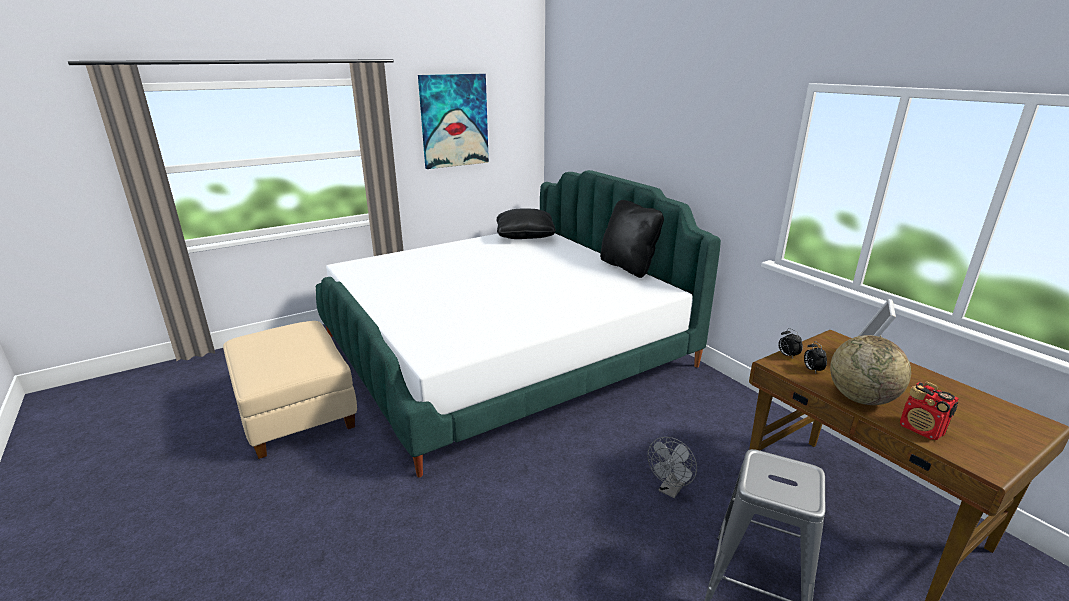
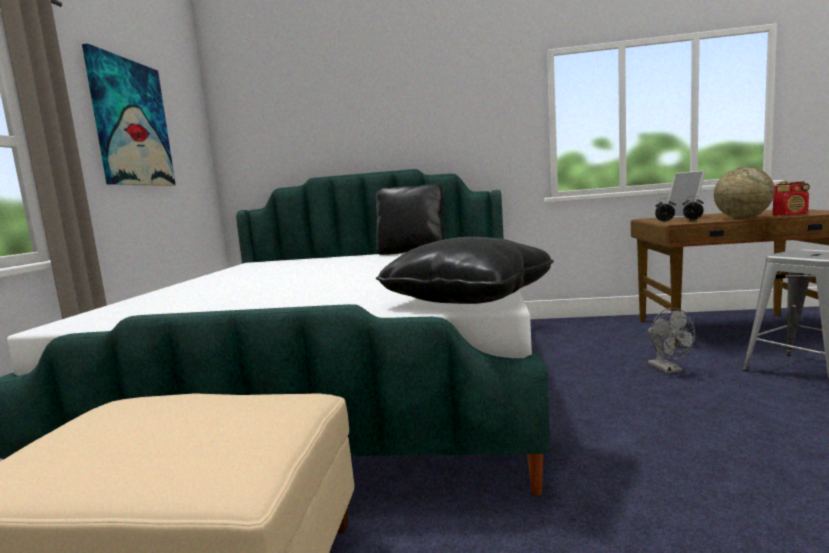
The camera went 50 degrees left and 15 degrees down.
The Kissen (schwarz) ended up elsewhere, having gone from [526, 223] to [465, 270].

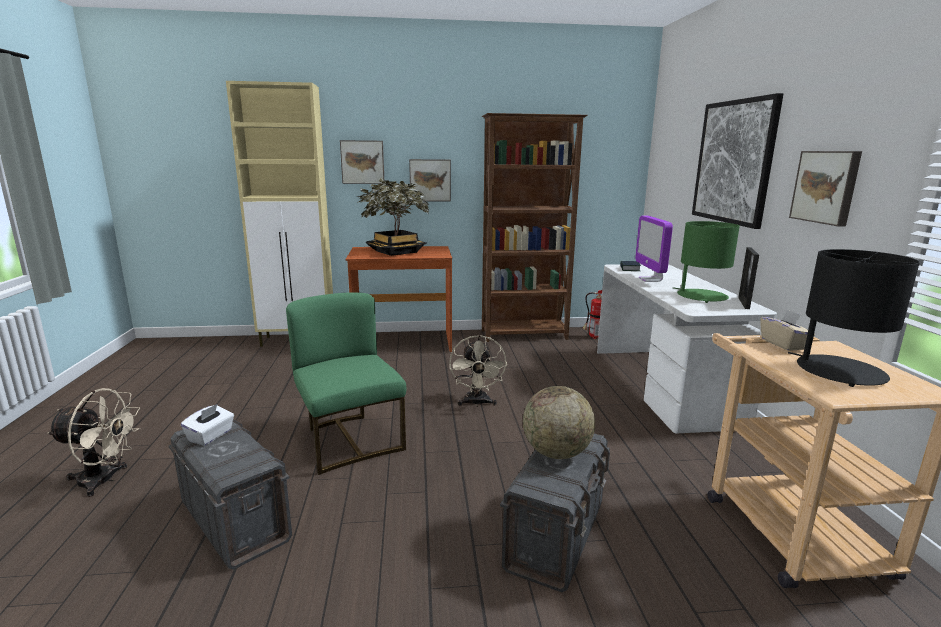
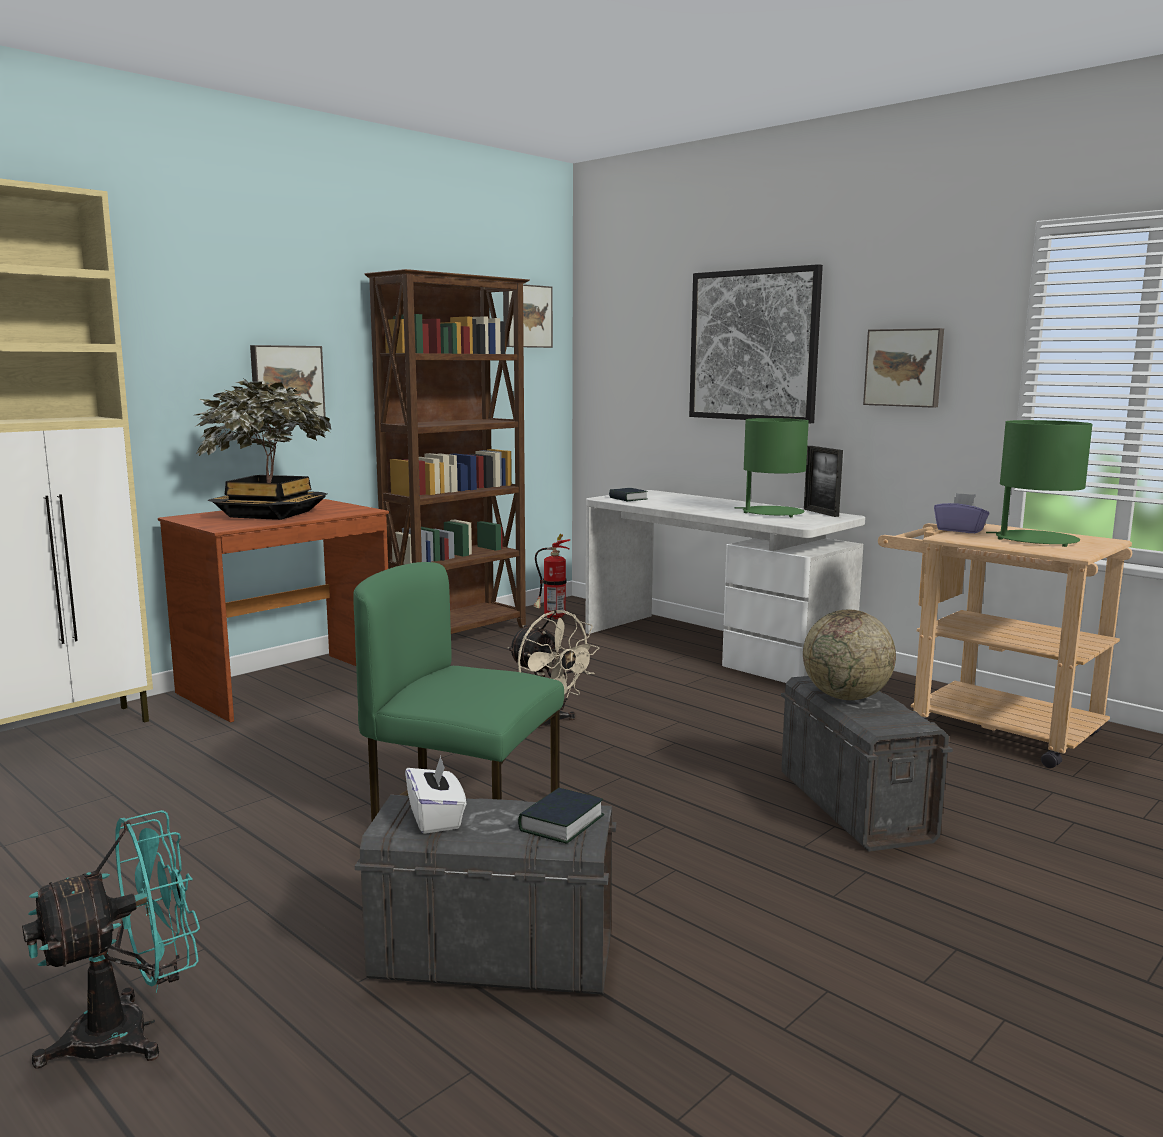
The camera went 40 degrees left and 5 degrees down.
What was the Ventilator (beige) at [93, 442] turned into the Ventilator (türkis) at [111, 939].
The Bild ended up elsewhere, having gone from [362, 162] to [528, 316].
The second view gained the Buch at [561, 815].
What was the Taschentuchbox (beige) at [787, 330] turned into the Taschentuchbox (lila) at [961, 513].
What was the Tischlampe (schwarz) at [854, 318] turned into the Tischlampe (grün) at [1039, 483].
The second view lost the Monitor at [654, 249].

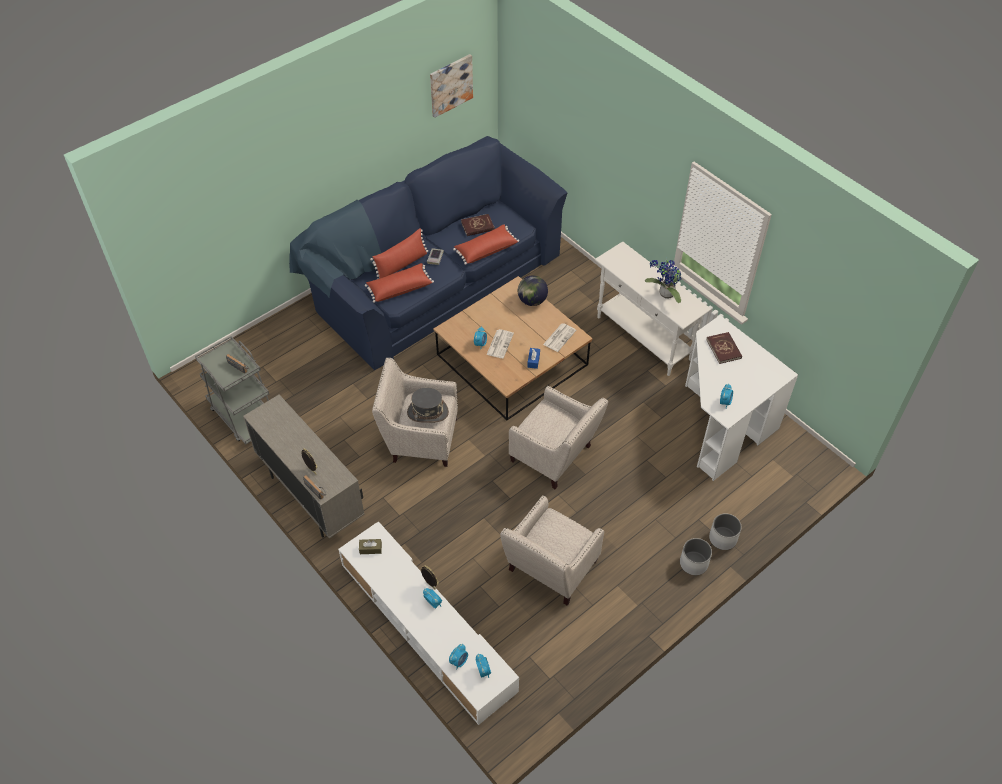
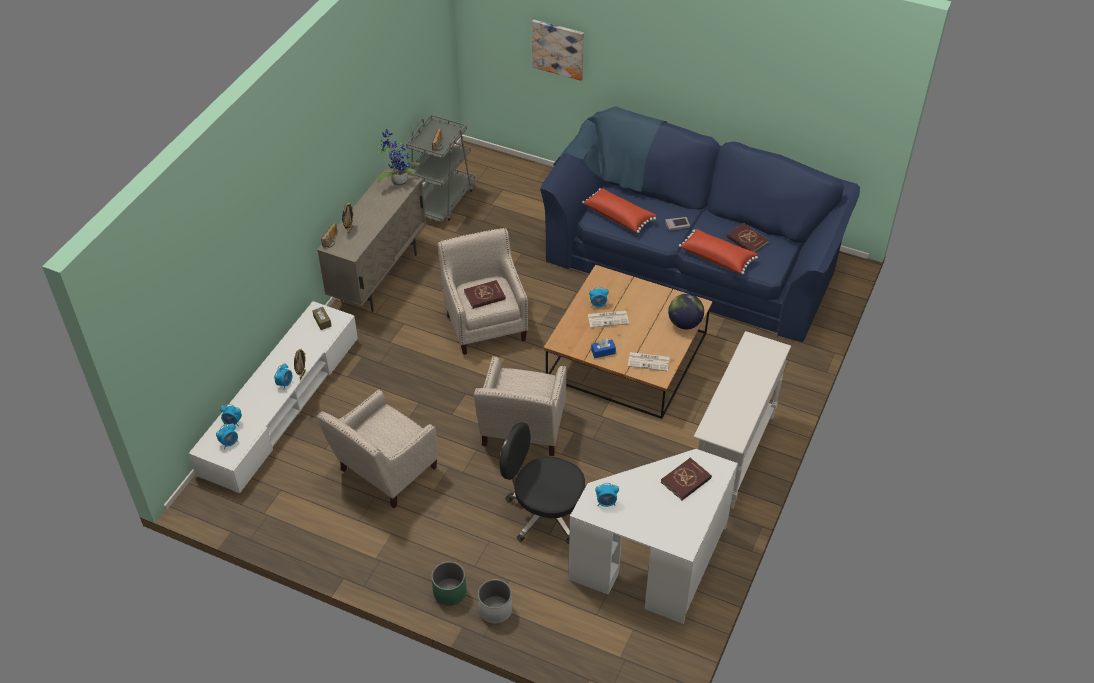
The camera went 65 degrees right and 5 degrees down.
The Sessel (beige) at [552, 550] ended up facing another way, 60 degrees counterclockwise from before.
The Topfpflanze ended up elsewhere, having gone from [663, 280] to [399, 157].
What was the Pflanzkübel (weiß) at [696, 556] turned into the Pflanzkübel (grün) at [449, 584].
Where the Hut (grau) stood at [428, 405], the Buch (rot) came to stand at [485, 294].
The second view gained the Bürostuhl (schwarz) at [542, 483].
The Bild ended up elsewhere, having gone from [451, 86] to [558, 50].
The second view lost the Kissen (rot) at [399, 253].

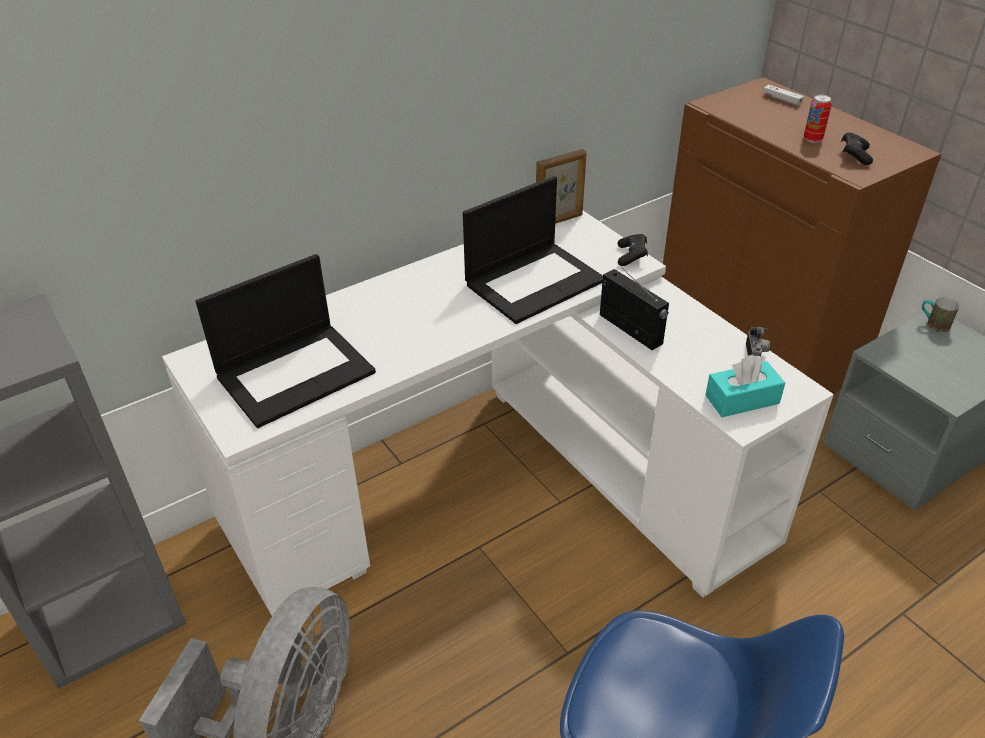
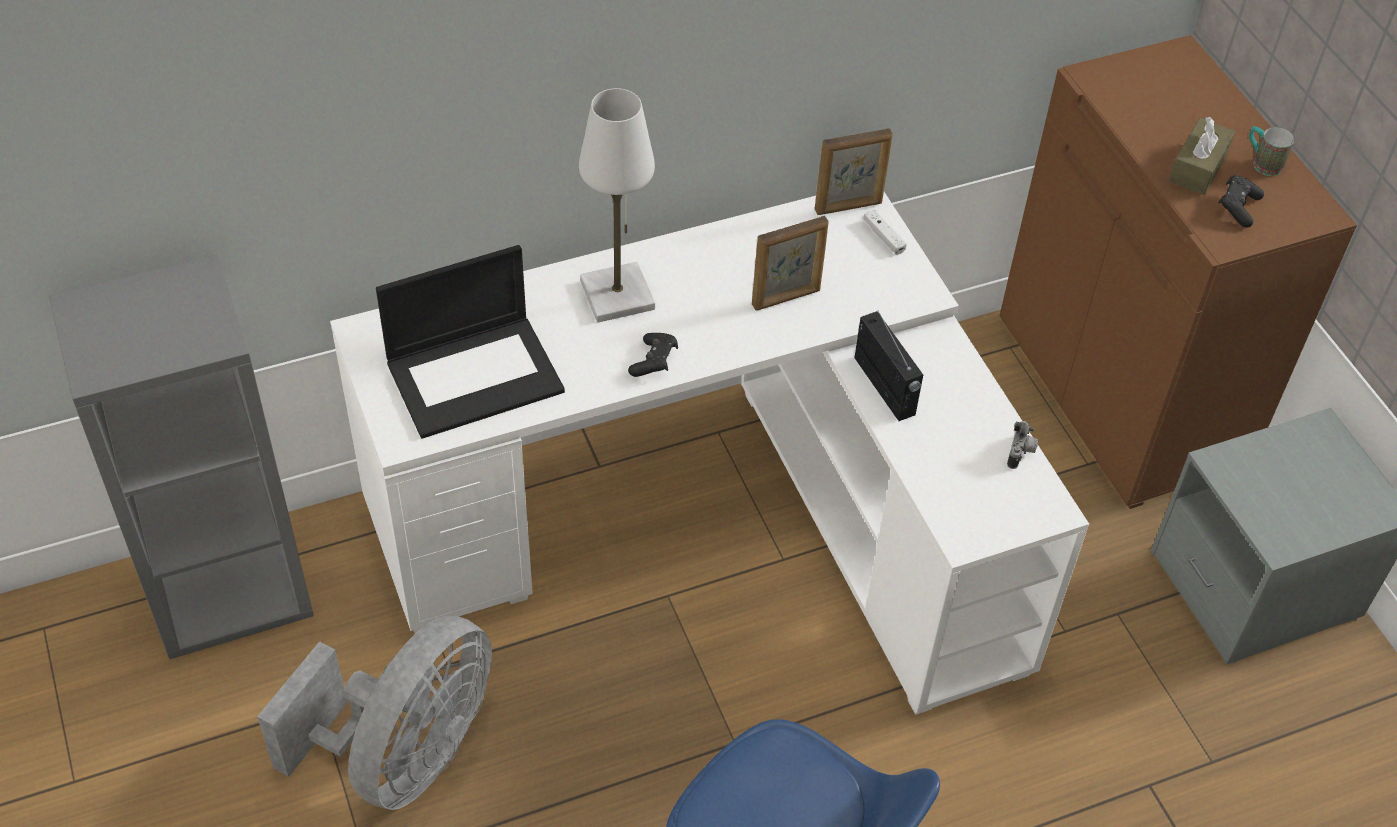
The camera went 10 degrees right and 10 degrees up.
The second view gained the Tischlampe (weiß) at [617, 205].
The Gamepad (schwarz) ended up elsewhere, having gone from [632, 250] to [653, 355].
Where the Laptop stood at [533, 250], the Bilderrahmen came to stand at [790, 263].
The Gamepad (weiß) ended up elsewhere, having gone from [783, 95] to [885, 232].
Where the Dose stood at [818, 118], the Taschentuchbox (braun) came to stand at [1202, 156].
The Henkelbecher ended up elsewhere, having gone from [940, 315] to [1271, 151].
The second view lost the Taschentuchbox (türkis) at [745, 386].

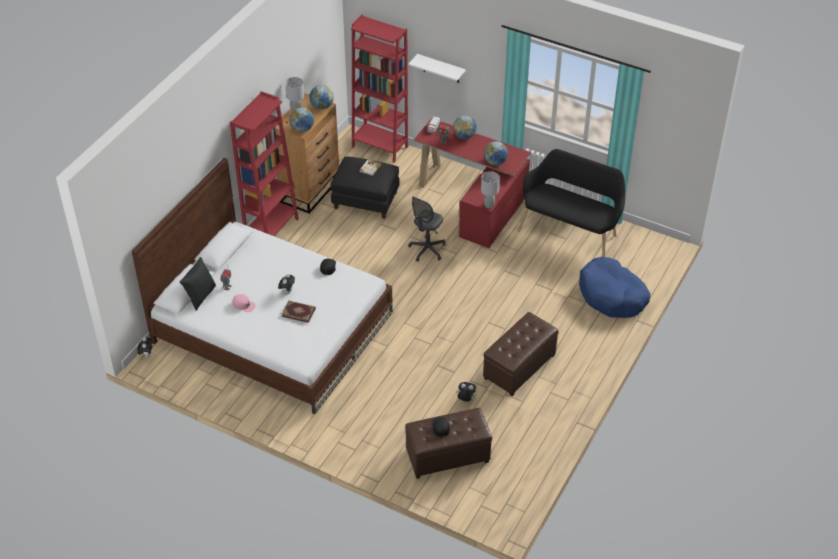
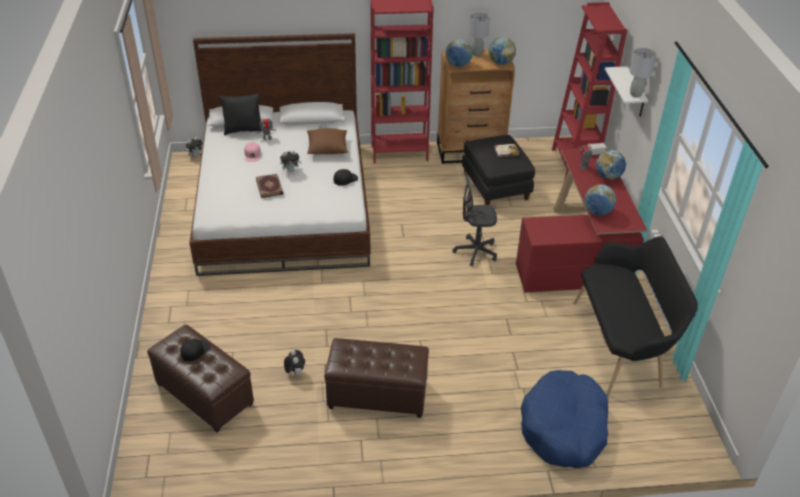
The camera went 55 degrees right and 5 degrees down.
The second view gained the Kissen (braun) at [328, 141].
The Tischlampe (grau) ended up elsewhere, having gone from [490, 190] to [643, 73].

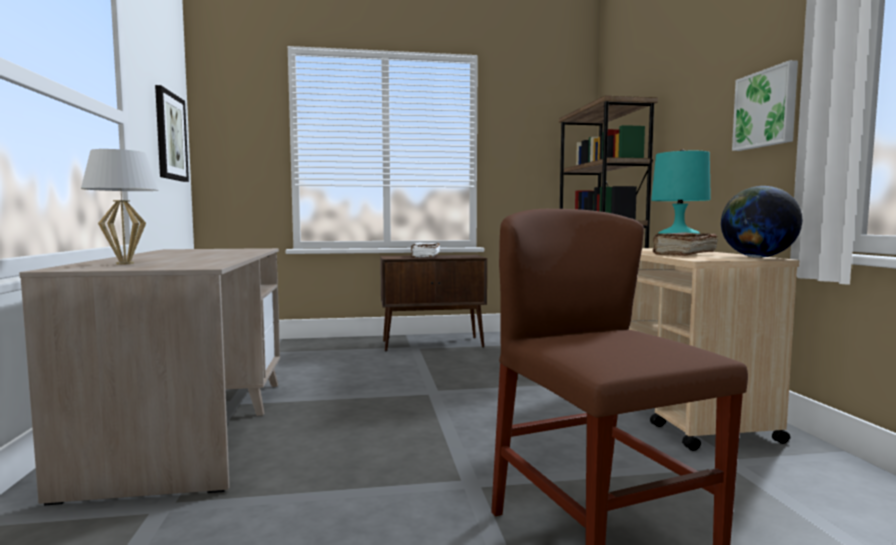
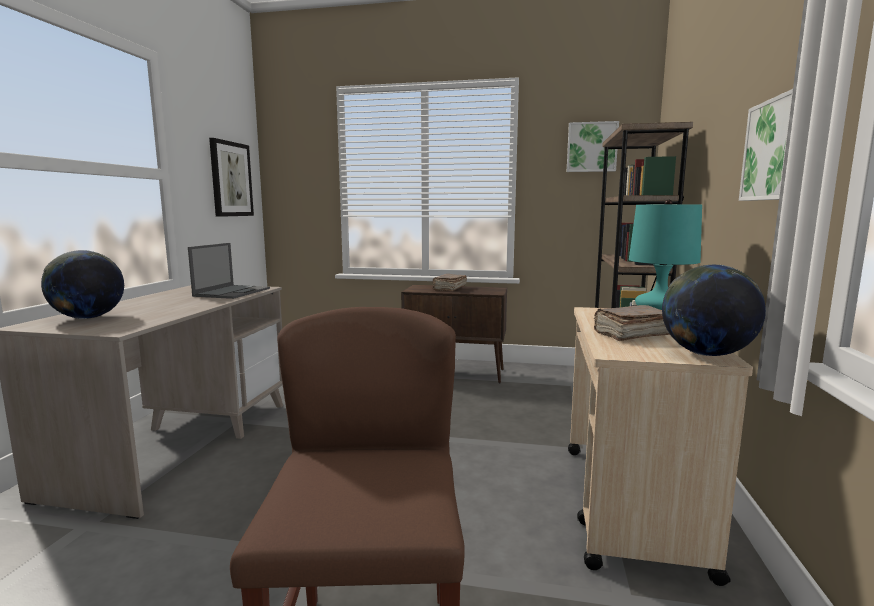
The camera went 20 degrees right and 5 degrees up.
Where the Tischlampe (weiß) stood at [120, 207], the Globus came to stand at [82, 284].
The second view gained the Laptop at [229, 271].
What was the Buch (weiß) at [425, 250] turned into the Buch (braun) at [449, 282].
The second view gained the Bild at [593, 146].

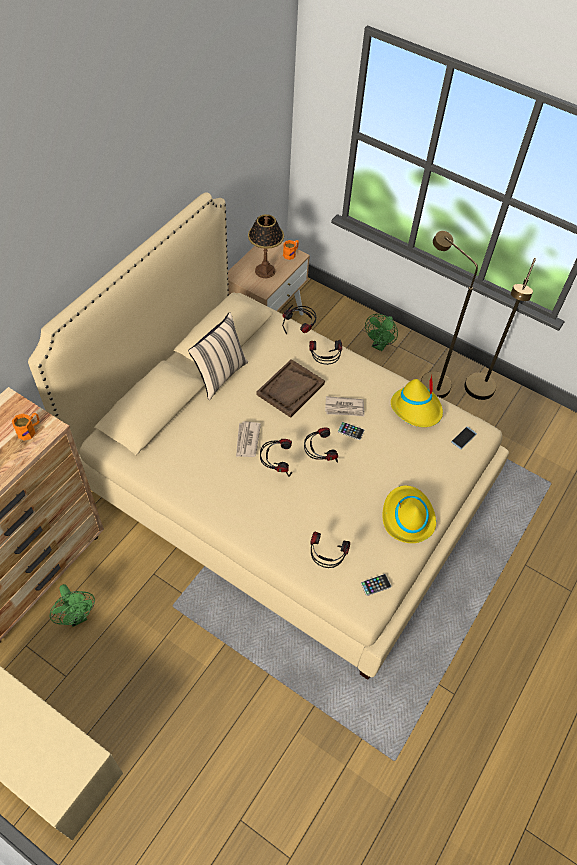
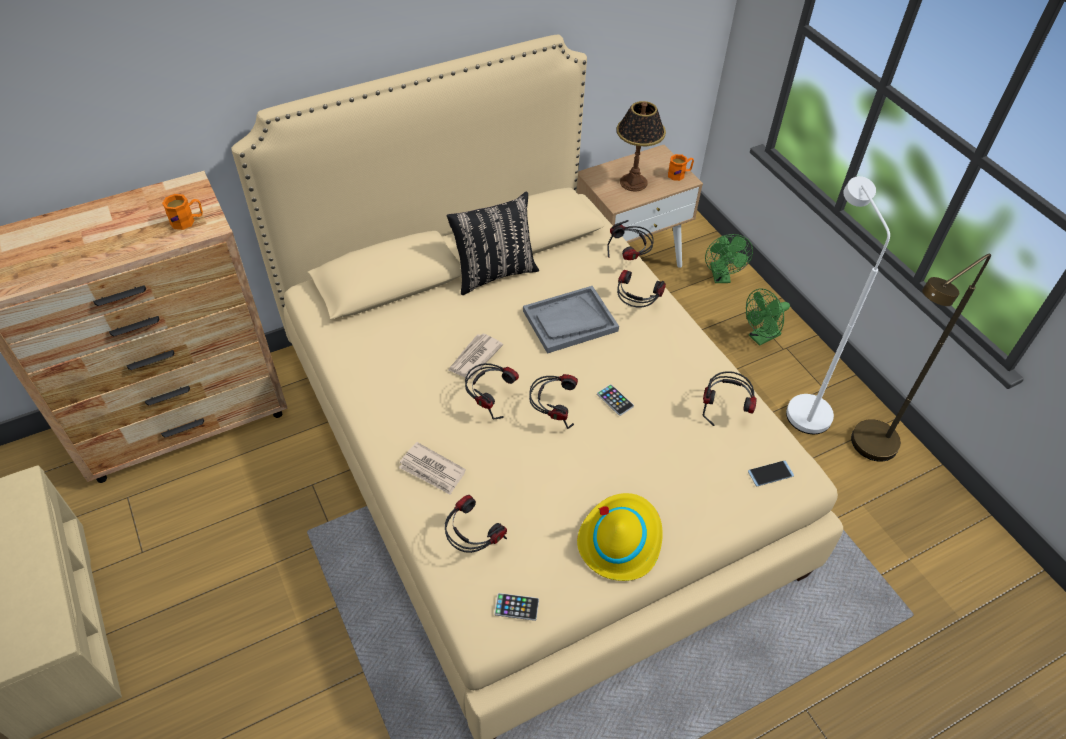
The camera went 30 degrees right and 5 degrees down.
The Zeitung ended up elsewhere, having gone from [344, 406] to [432, 468].
What was the Kissen (beige) at [218, 356] turned into the Kissen (schwarz) at [493, 243].
What was the Tablett (braun) at [290, 388] turned into the Tablett (grau) at [571, 320].
Where the Hut (gelb) stood at [417, 400], the Kopfhörer came to stand at [730, 398].
The Ventilator (grün) ended up elsewhere, having gone from [72, 605] to [729, 258].
What was the Stehlampe (braun) at [449, 314] turned into the Stehlampe (weiß) at [838, 305].

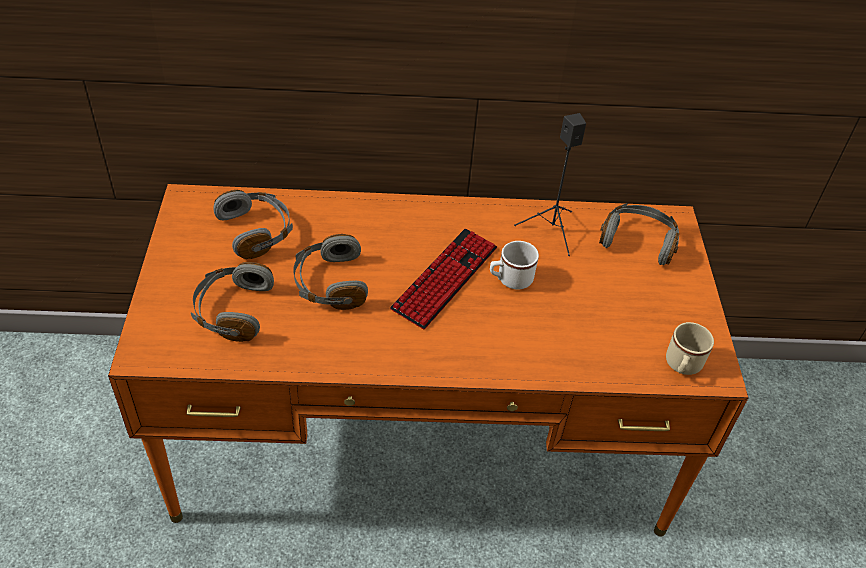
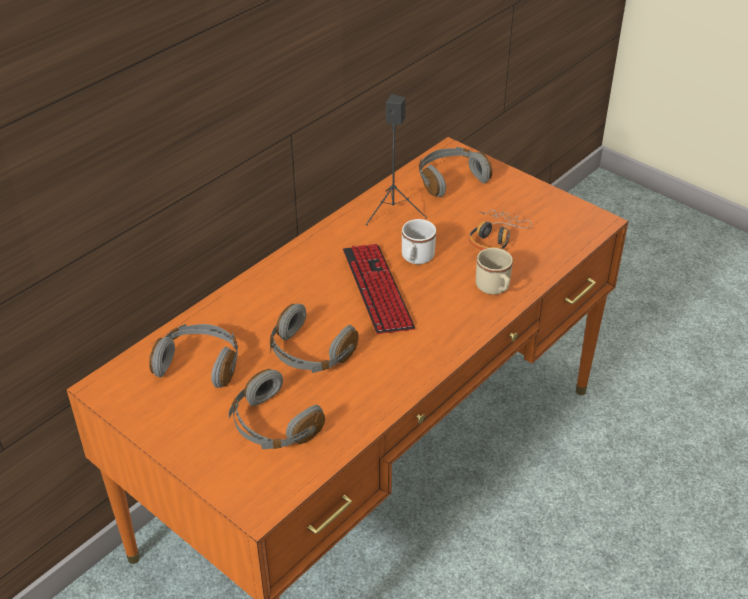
The camera went 45 degrees left and 5 degrees down.
The second view gained the Kopfhörer at [500, 230].
The Henkelbecher (beige) ended up elsewhere, having gone from [690, 348] to [494, 271].

